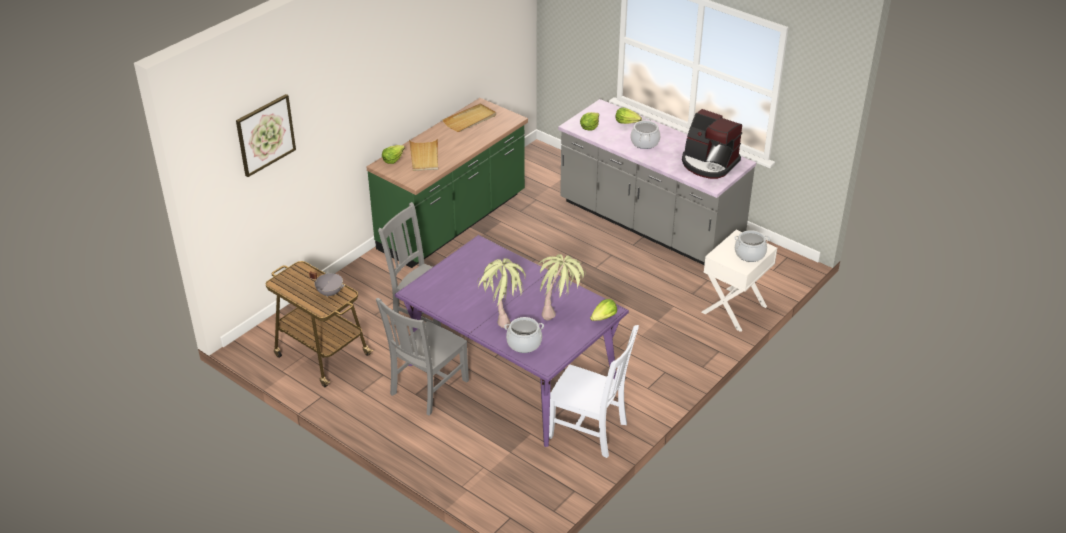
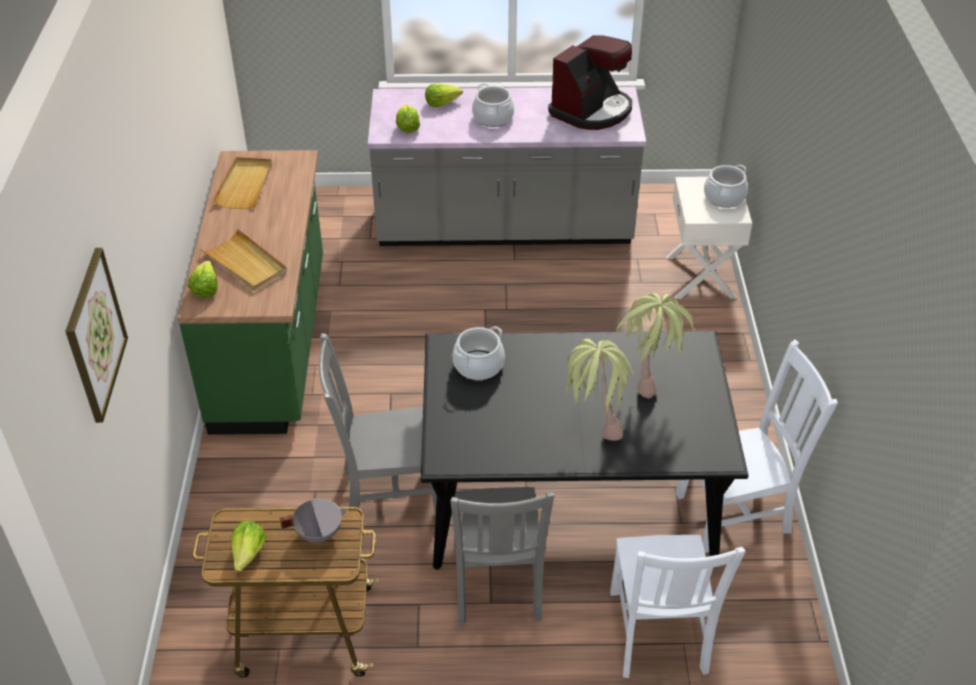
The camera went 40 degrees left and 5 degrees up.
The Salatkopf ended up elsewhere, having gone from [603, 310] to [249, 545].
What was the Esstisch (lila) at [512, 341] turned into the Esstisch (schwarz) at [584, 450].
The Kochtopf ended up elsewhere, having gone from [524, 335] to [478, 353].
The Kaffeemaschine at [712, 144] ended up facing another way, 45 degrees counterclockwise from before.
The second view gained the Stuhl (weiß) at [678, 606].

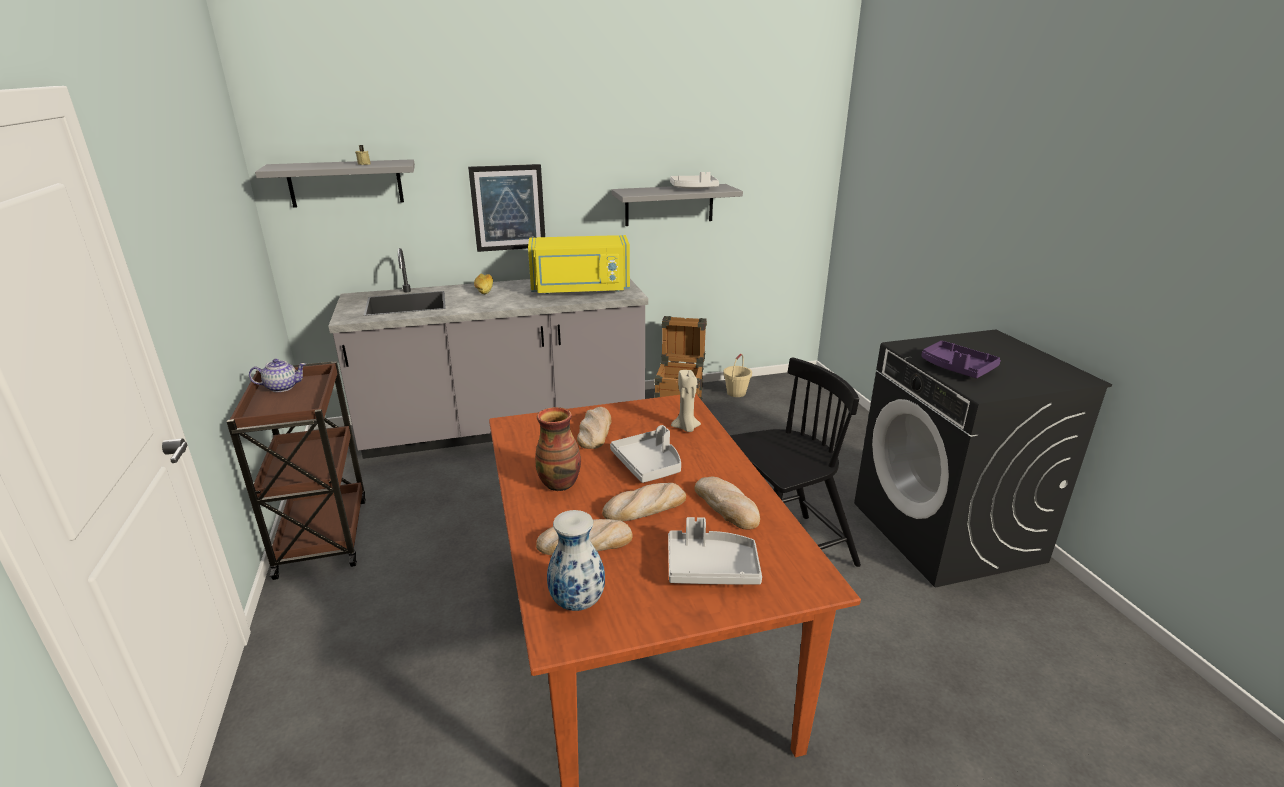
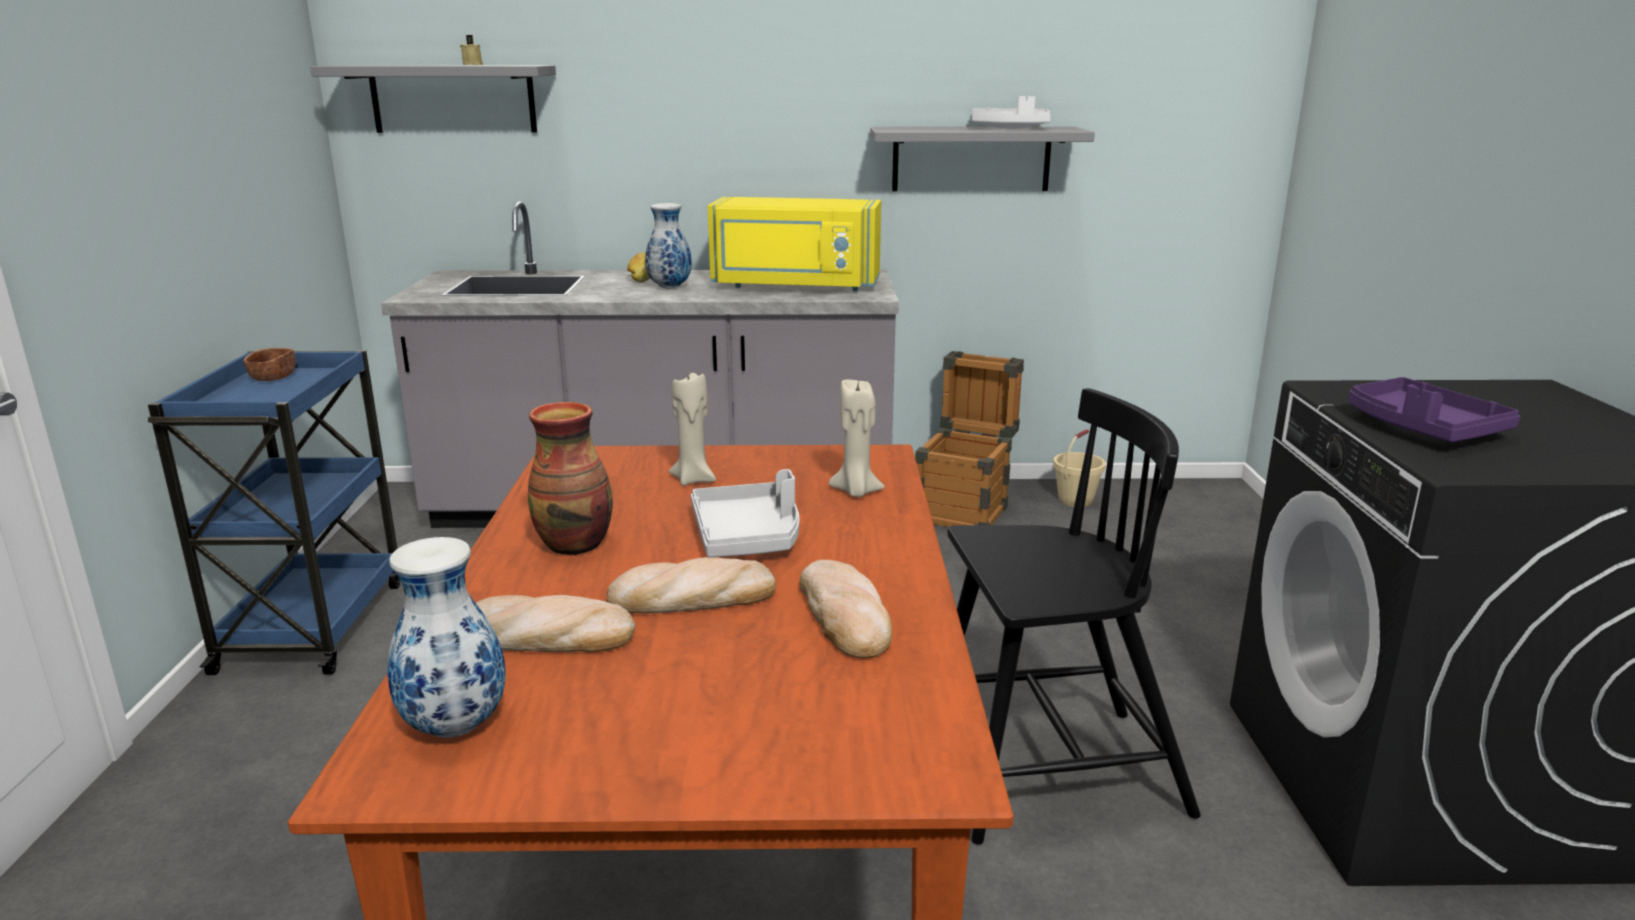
The camera went 15 degrees right and 5 degrees down.
What was the Rollwagen (braun) at [296, 470] turned into the Rollwagen (blau) at [274, 512].
Where the Teekanne stood at [277, 375], the Schüssel (braun) came to stand at [270, 364].
The second view gained the Vase at [668, 245].
Where the Brot stood at [594, 428], the Kerze (beige) came to stand at [692, 429].
The second view lost the Bild at [506, 208].
The second view lost the Tablett (grau) at [715, 550].

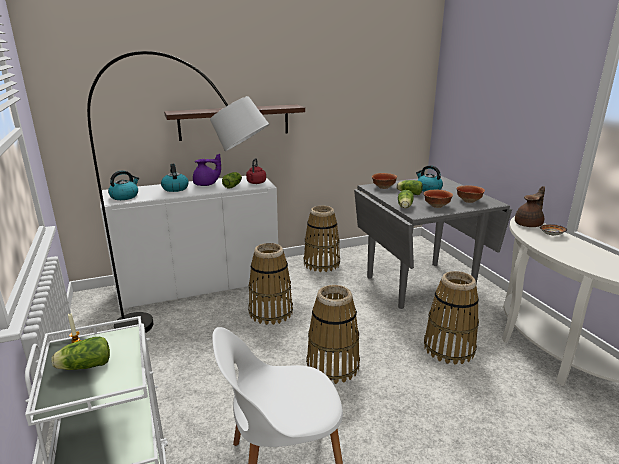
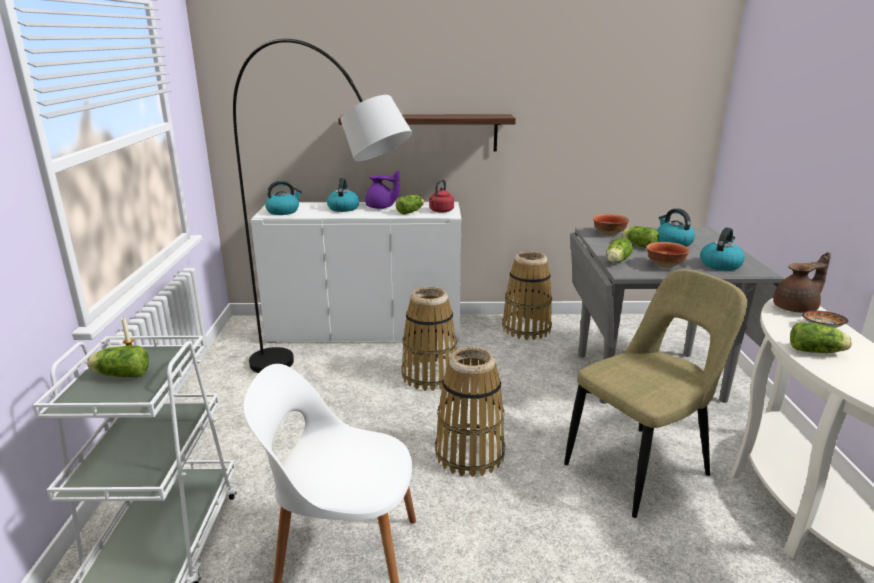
The camera went 20 degrees right and 0 degrees up.
Where the Korb stood at [451, 318], the Stuhl (beige) came to stand at [655, 393].
Where the Schüssel stood at [470, 194], the Wasserkessel came to stand at [722, 249].
The second view gained the Salatkopf at [821, 337].

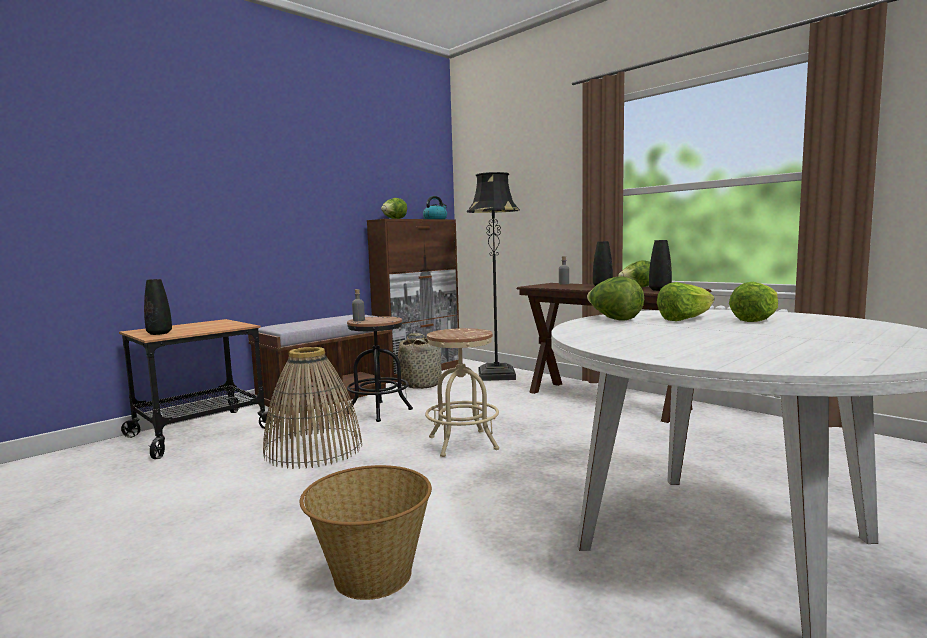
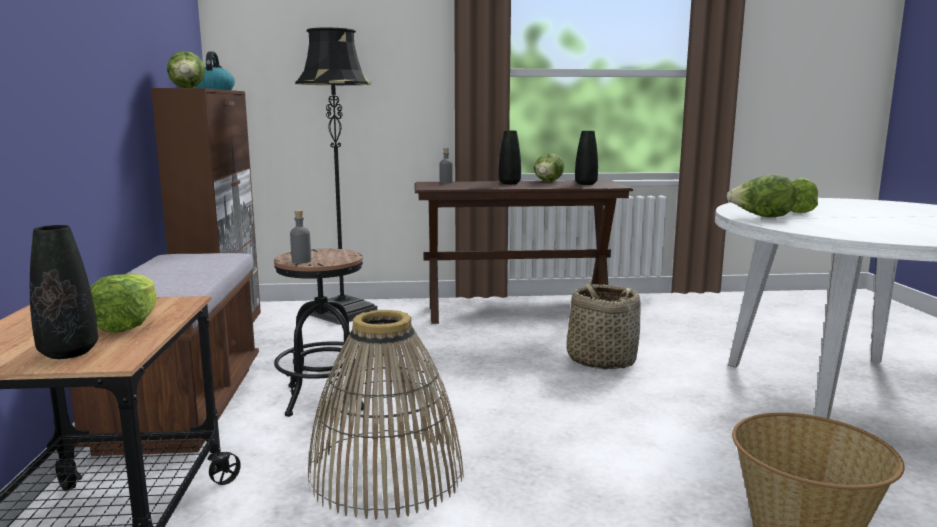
The camera went 50 degrees left and 5 degrees up.
The Salatkopf ended up elsewhere, having gone from [753, 302] to [123, 303].
The Korb ended up elsewhere, having gone from [420, 361] to [604, 325].
The second view lost the Hocker (beige) at [462, 392].

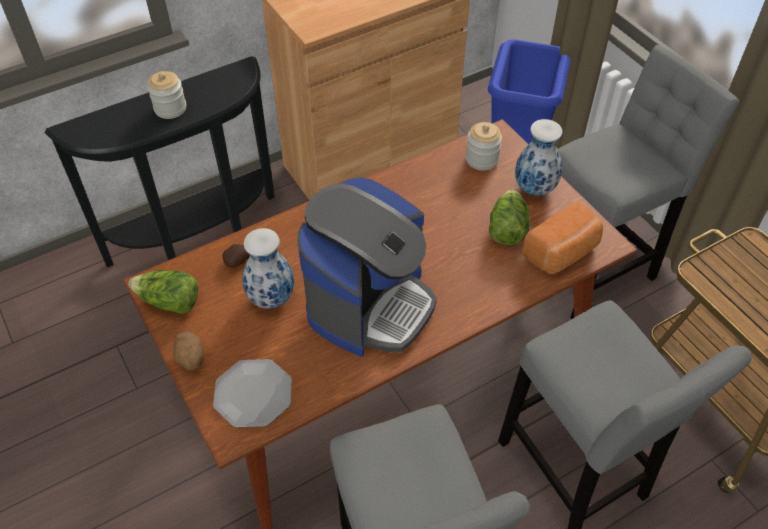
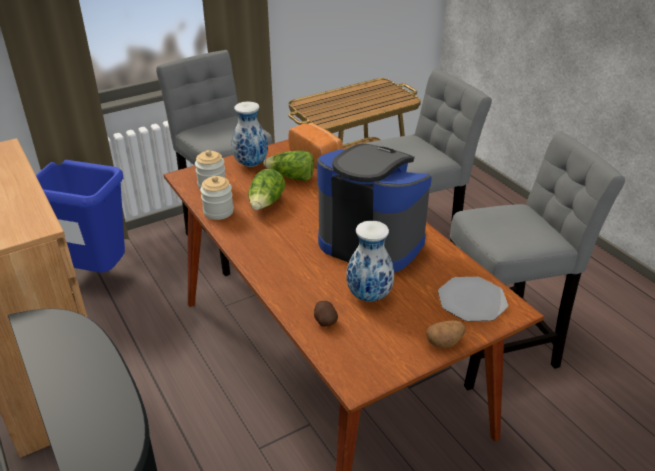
The camera went 90 degrees left and 15 degrees down.
The Vorratsglas ended up elsewhere, having gone from [167, 95] to [217, 198].
The Salatkopf ended up elsewhere, having gone from [163, 292] to [266, 189].

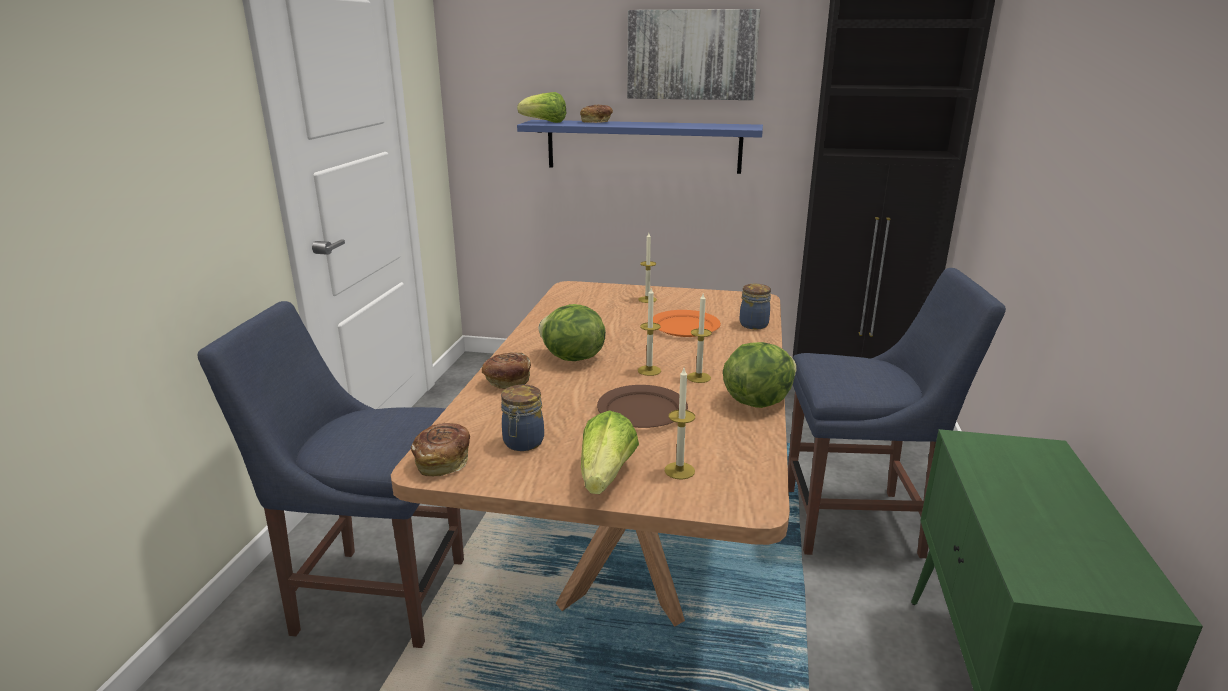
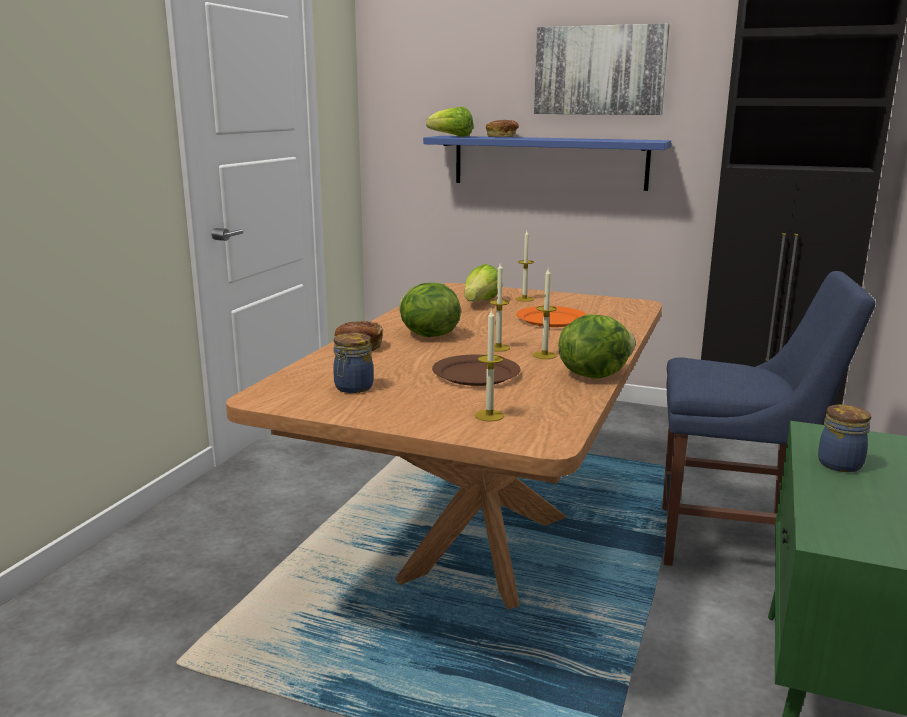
The camera went 10 degrees right and 5 degrees down.
The Salatkopf ended up elsewhere, having gone from [610, 452] to [484, 282].
The Vorratsglas ended up elsewhere, having gone from [755, 306] to [844, 438].
The second view lost the Stuhl (blau) at [331, 474].
The second view lost the Brot at [440, 449].

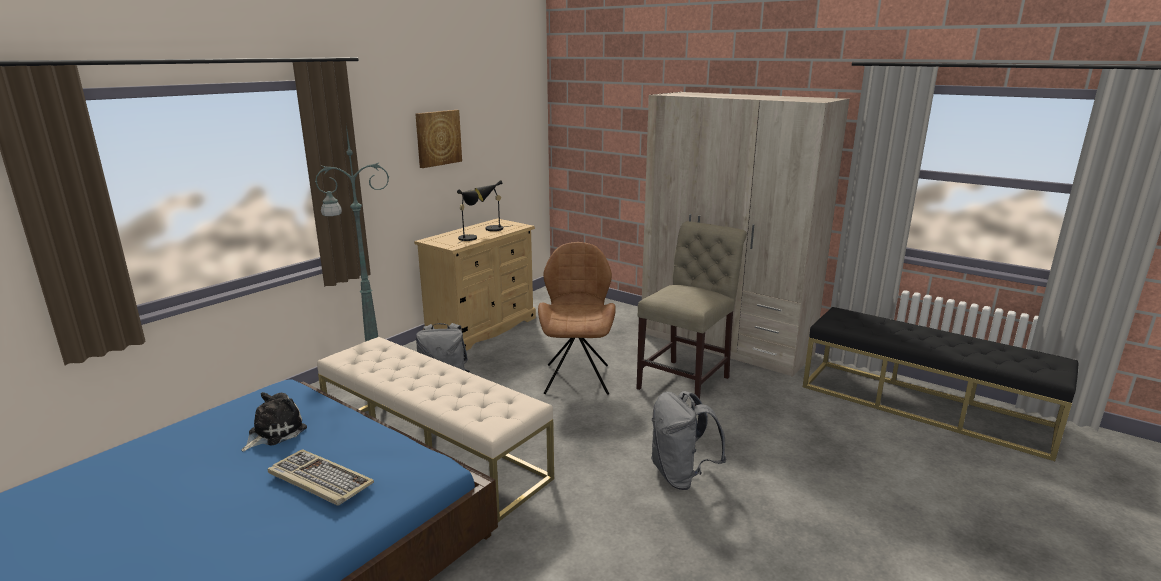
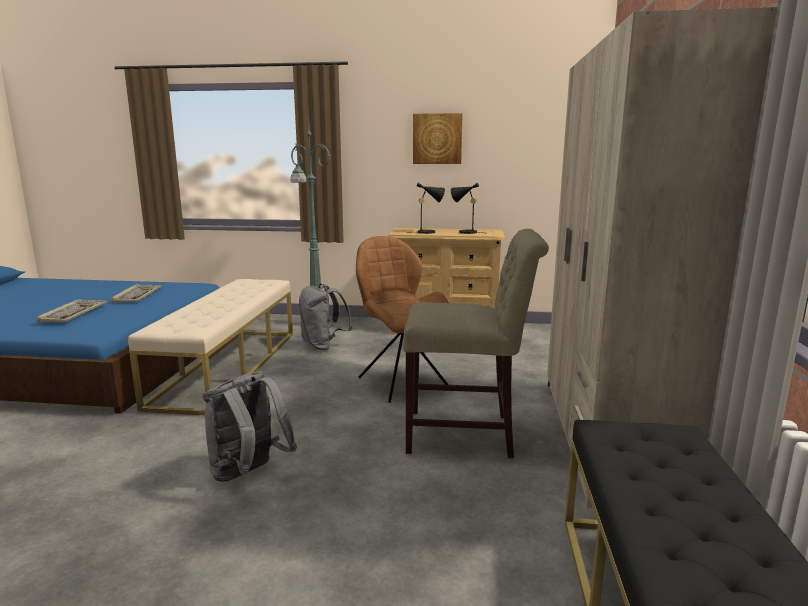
The camera went 60 degrees right and 5 degrees down.
Where the Plüschtier stood at [274, 422], the Tastatur came to stand at [136, 293].
The Stuhl (braun) at [577, 318] ended up facing another way, 90 degrees counterclockwise from before.

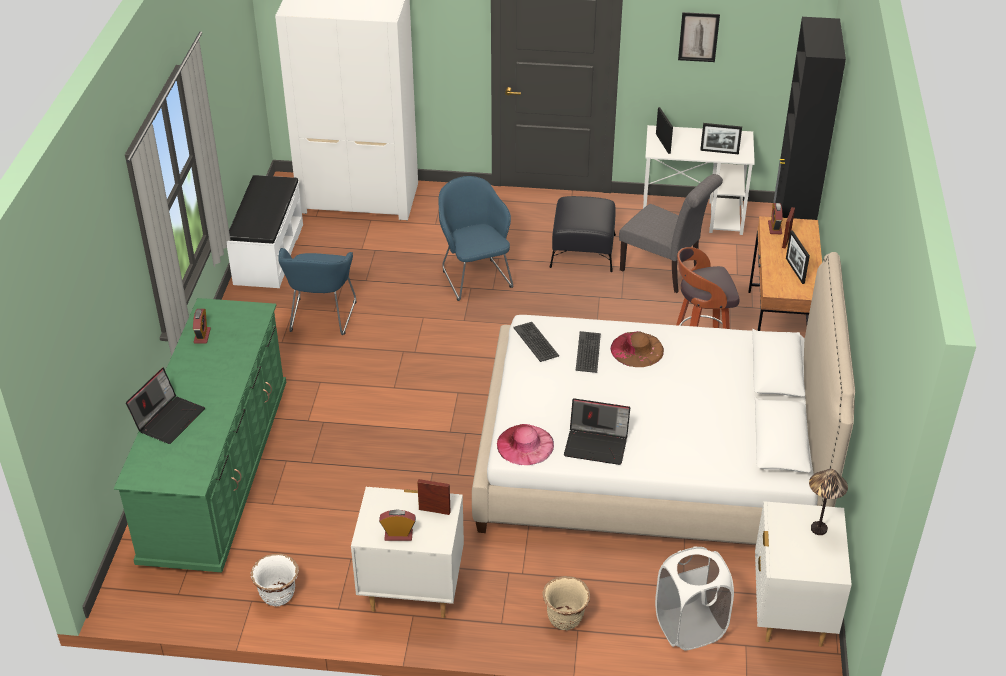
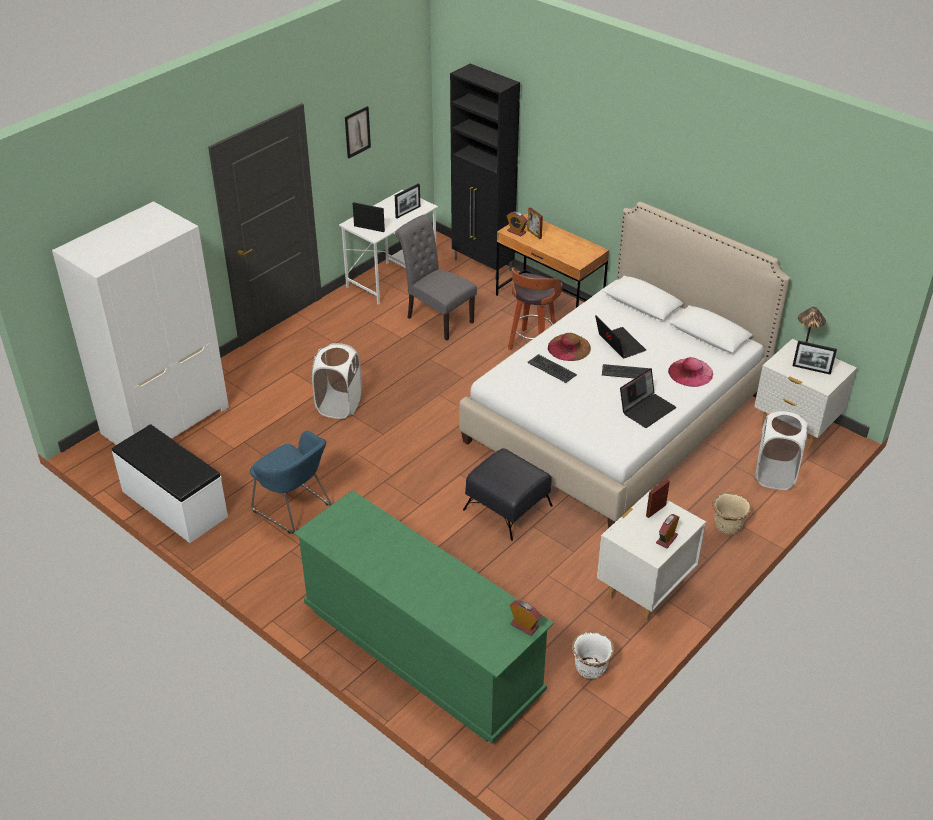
The camera went 55 degrees left and 0 degrees up.
Where the Sessel (blau) stood at [475, 238], the Wäschekorb (weiß) came to stand at [337, 381].
The Stuhl (grau) at [671, 233] ended up facing another way, 120 degrees counterclockwise from before.
The Polsterhocker (schwarz) ended up elsewhere, having gone from [583, 234] to [508, 494].
The Wecker ended up elsewhere, having gone from [202, 326] to [525, 618].
The Laptop ended up elsewhere, having gone from [165, 406] to [620, 336].
The Tastatur ended up elsewhere, having gone from [536, 342] to [626, 371].
The Hut (rosa) ended up elsewhere, having gone from [525, 444] to [690, 372].
The Bilderrahmen ended up elsewhere, having gone from [798, 257] to [815, 357].

